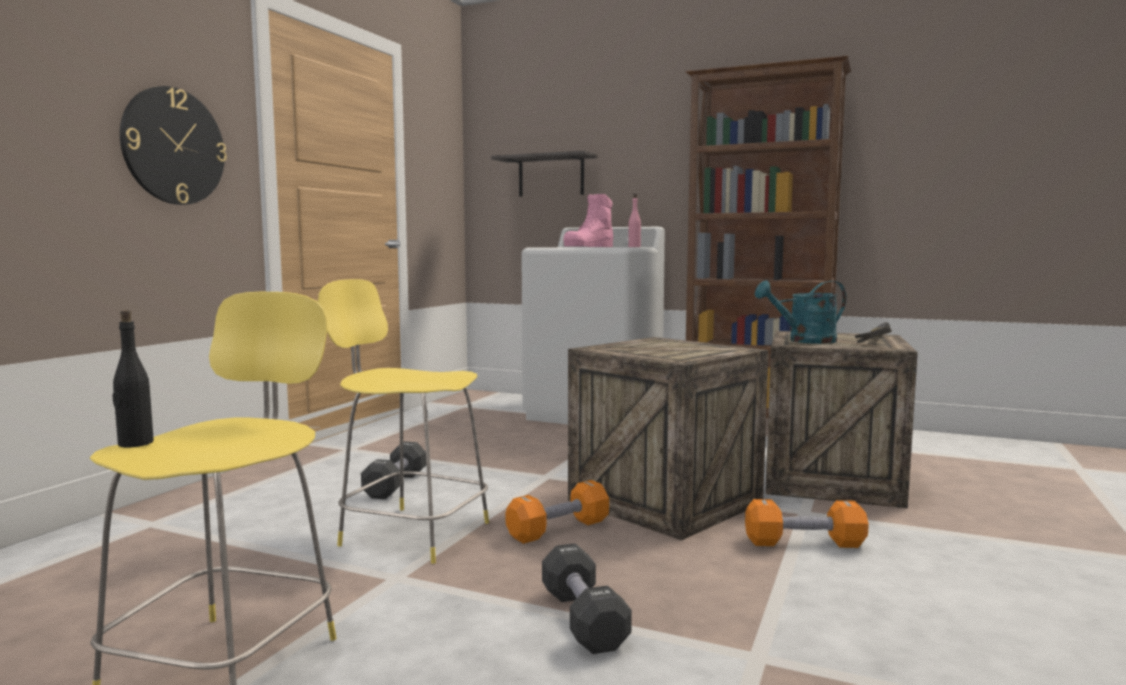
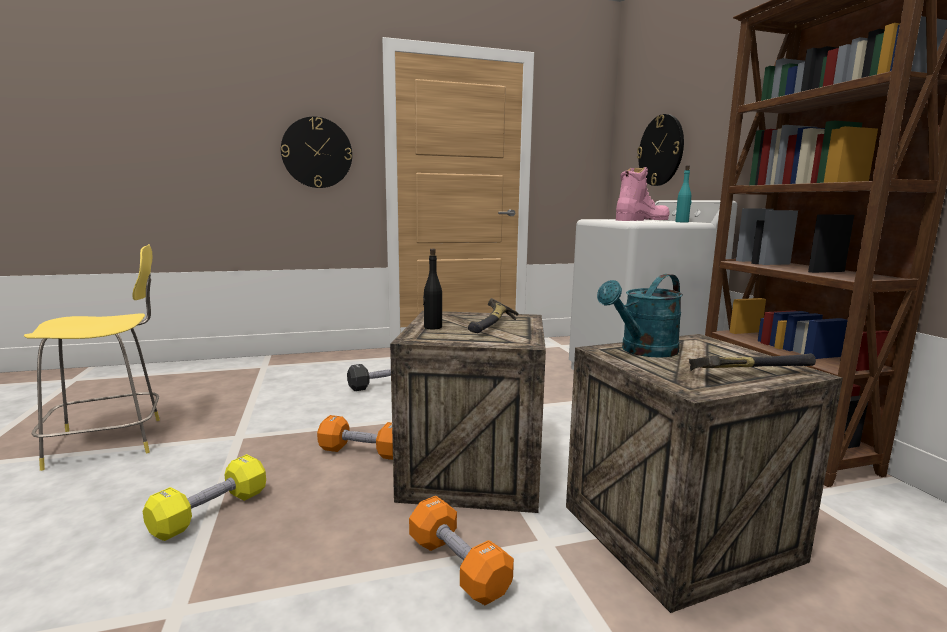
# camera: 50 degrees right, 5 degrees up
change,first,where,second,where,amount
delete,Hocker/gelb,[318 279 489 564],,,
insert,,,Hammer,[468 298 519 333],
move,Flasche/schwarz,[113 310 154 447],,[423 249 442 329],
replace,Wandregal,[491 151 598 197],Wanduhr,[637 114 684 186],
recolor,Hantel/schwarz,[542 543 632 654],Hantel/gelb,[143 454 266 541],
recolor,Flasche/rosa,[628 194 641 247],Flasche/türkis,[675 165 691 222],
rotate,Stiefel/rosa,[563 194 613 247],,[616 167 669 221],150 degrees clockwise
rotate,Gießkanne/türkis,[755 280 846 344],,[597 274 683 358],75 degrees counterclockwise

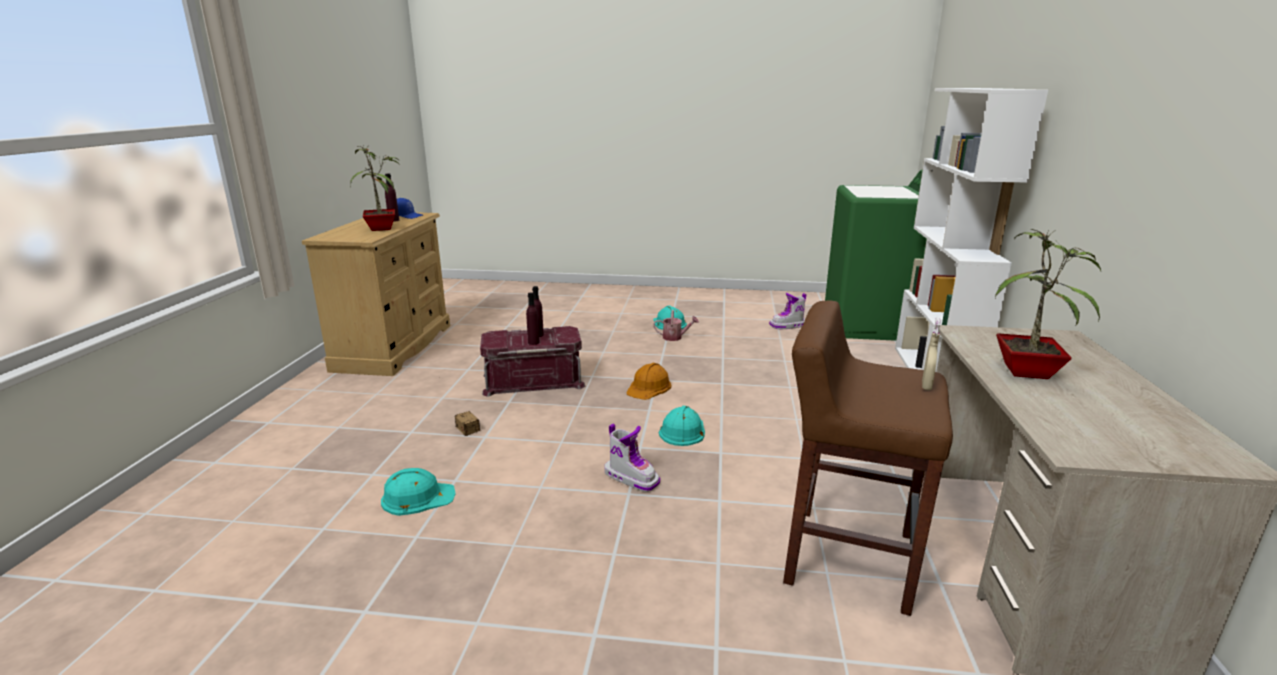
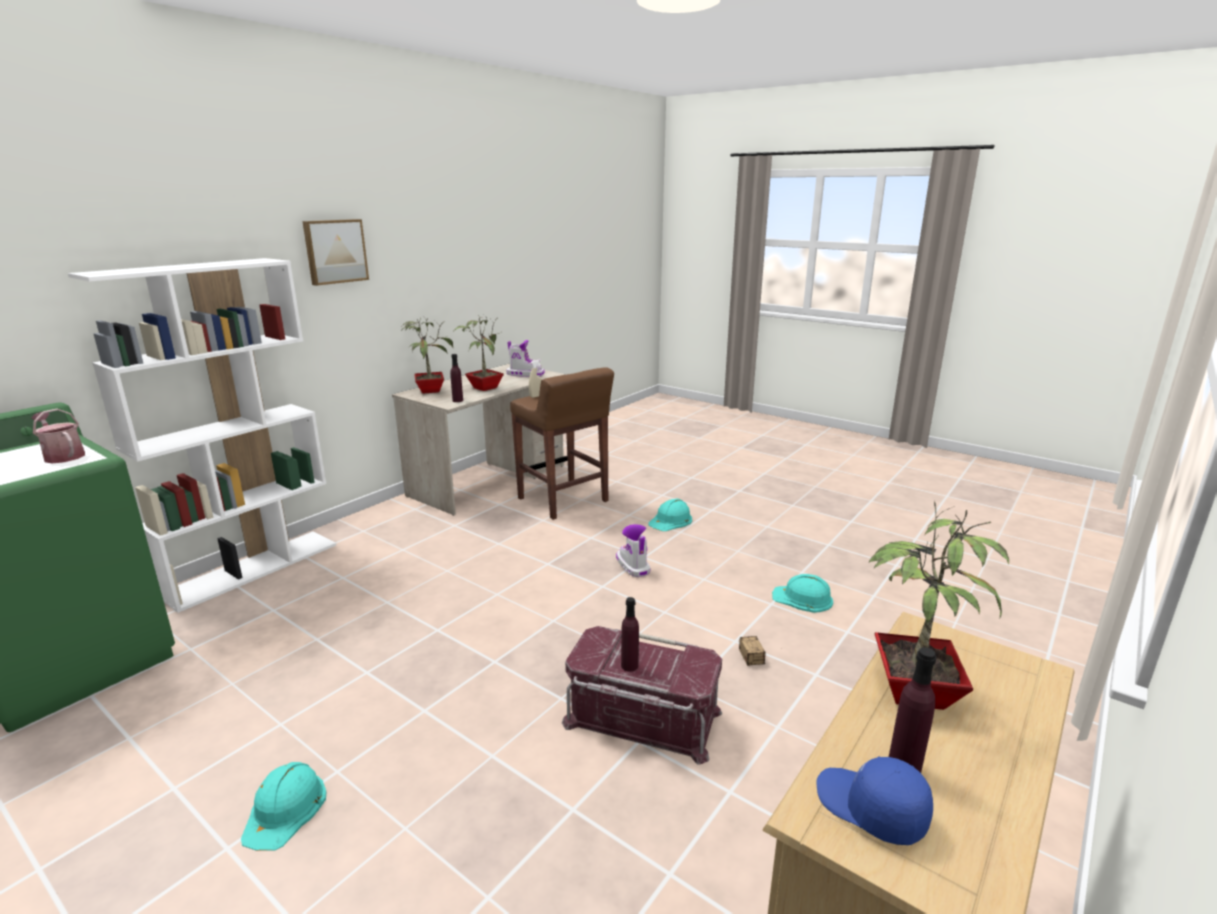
# camera: 150 degrees left, 0 degrees up
change,first,where,second,where,amount
delete,Schutzhelm/orange,[626 363 671 400],,,
insert,,,Bild,[302 219 369 286],
insert,,,Topfpflanze,[402 318 453 394],
move,Flasche/lila,[526 292 540 345],,[450 354 463 402],
move,Gießkanne,[653 310 699 341],,[31 408 85 463],
move,Schutzhelm/türkis,[659 406 705 446],,[648 498 692 531],
move,Stiefel,[769 293 806 329],,[506 340 545 377],

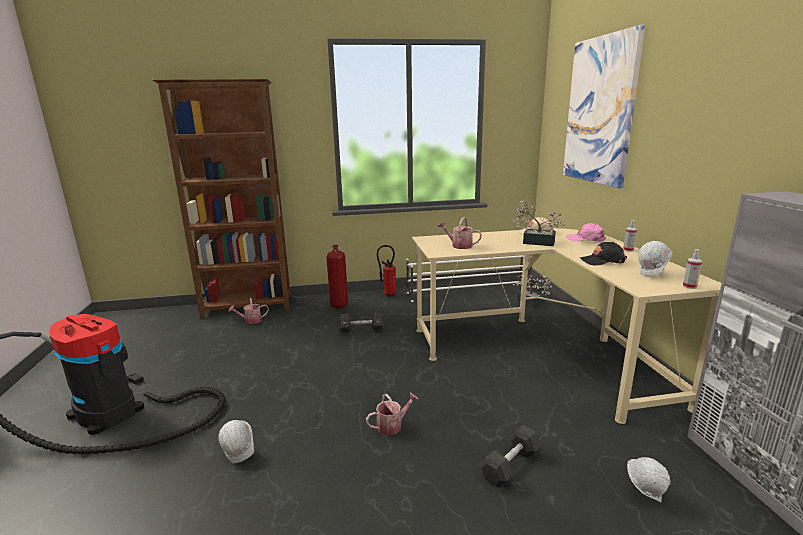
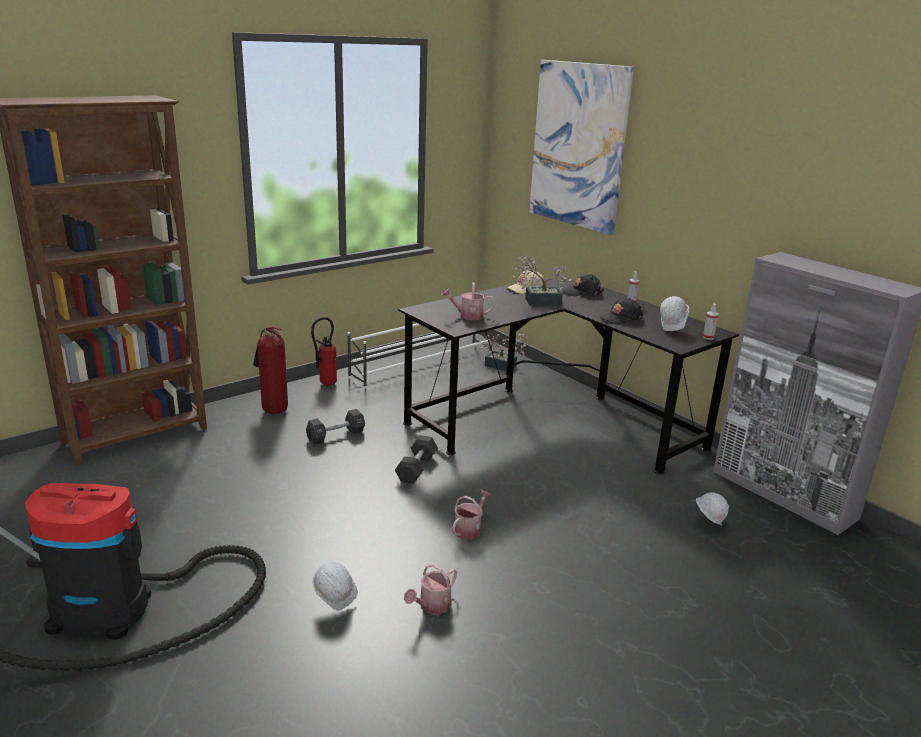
# camera: 30 degrees left, 5 degrees up
change,first,where,second,where,amount
move,Gießkanne,[229 298 269 324],,[404 564 457 615],
move,Hantel/schwarz,[479 425 542 488],,[395 435 438 484],
recolor,Schreibtisch/beige,[412 228 722 424],Schreibtisch/schwarz,[398 279 739 475],
recolor,Kappe/rosa,[566 223 606 242],Kappe/schwarz,[562 274 604 296],

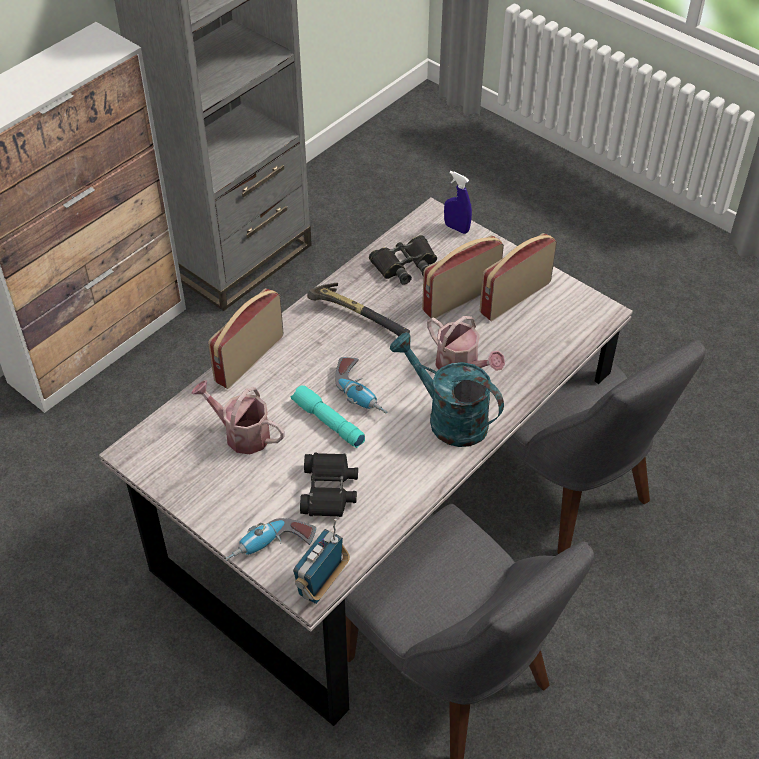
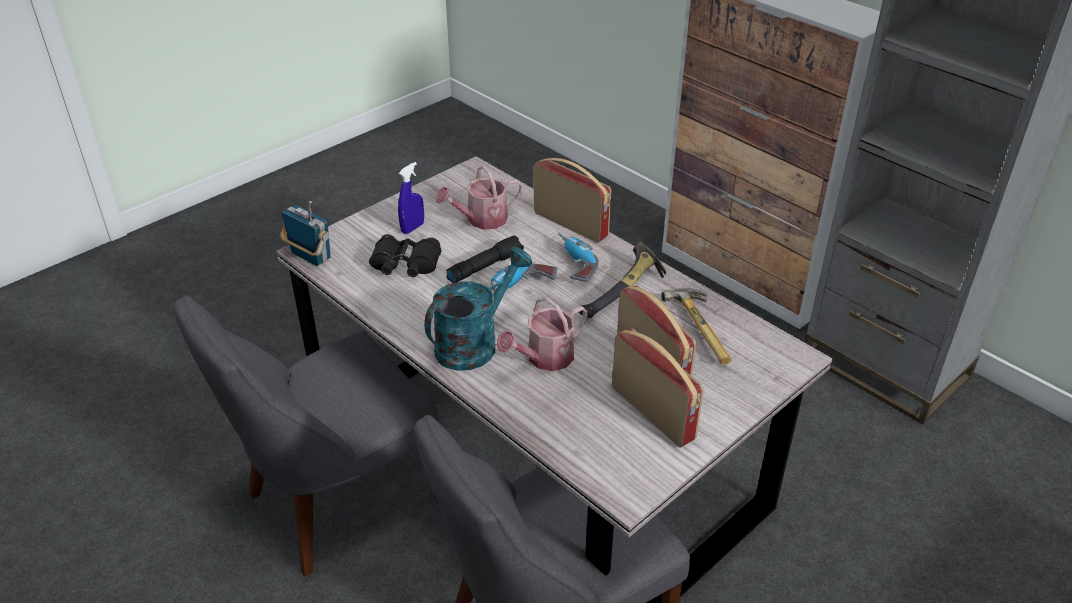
# camera: 95 degrees right, 10 degrees down
change,first,where,second,where,amount
move,Bohrmaschine,[225 518 316 560],,[558 233 599 282],
move,Sprühflasche/blau,[444 171 472 234],,[398 162 424 234],
replace,Fernglas/schwarz,[369 235 437 285],Hammer,[661 288 732 364],
recolor,Taschenlampe/türkis,[291 385 365 448],Taschenlampe/schwarz,[446 235 524 283],
rotate,Gießkanne,[191 380 285 454],,[435 165 523 230],150 degrees counterclockwise

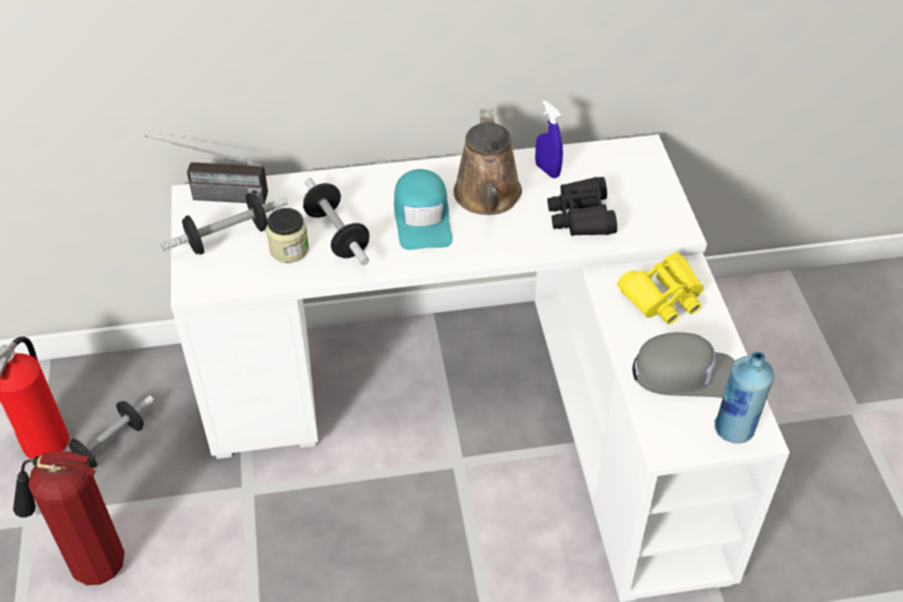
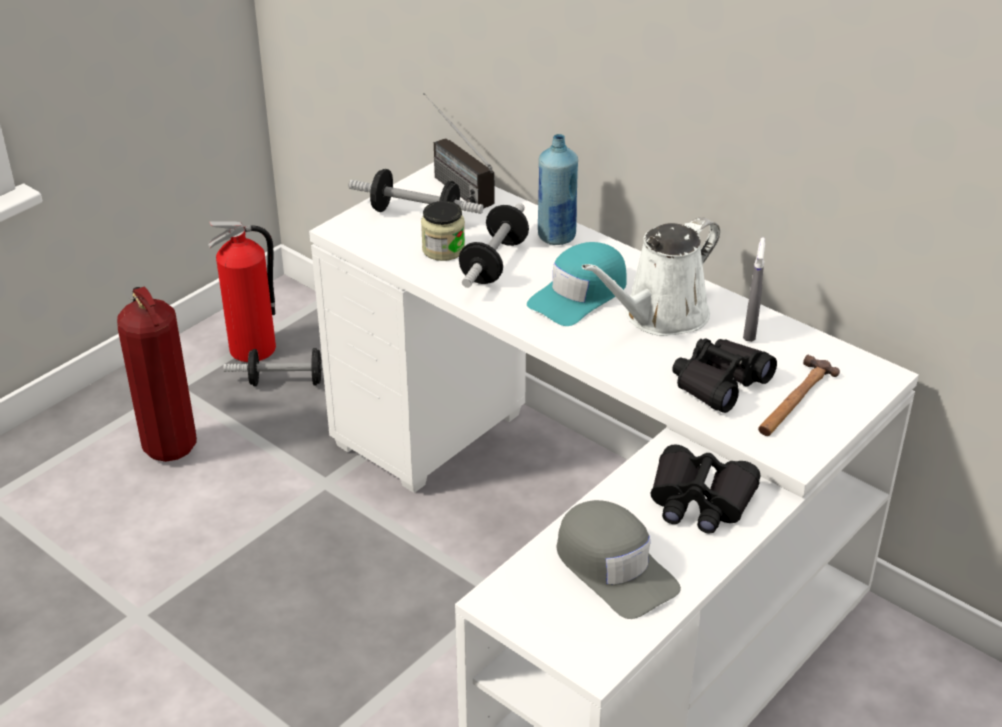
# camera: 50 degrees right, 10 degrees down
change,first,where,second,where,amount
insert,,,Hammer,[758 355 840 436],
move,Flasche/blau,[714 351 774 444],,[538 134 578 245],
recolor,Gießkanne/braun,[454 109 522 215],Gießkanne/weiß,[582 217 720 336],
recolor,Sprühflasche/blau,[535 100 563 178],Sprühflasche/grau,[743 237 765 342],
recolor,Fernglas/gelb,[617 252 704 324],Fernglas/schwarz,[650 444 760 533],

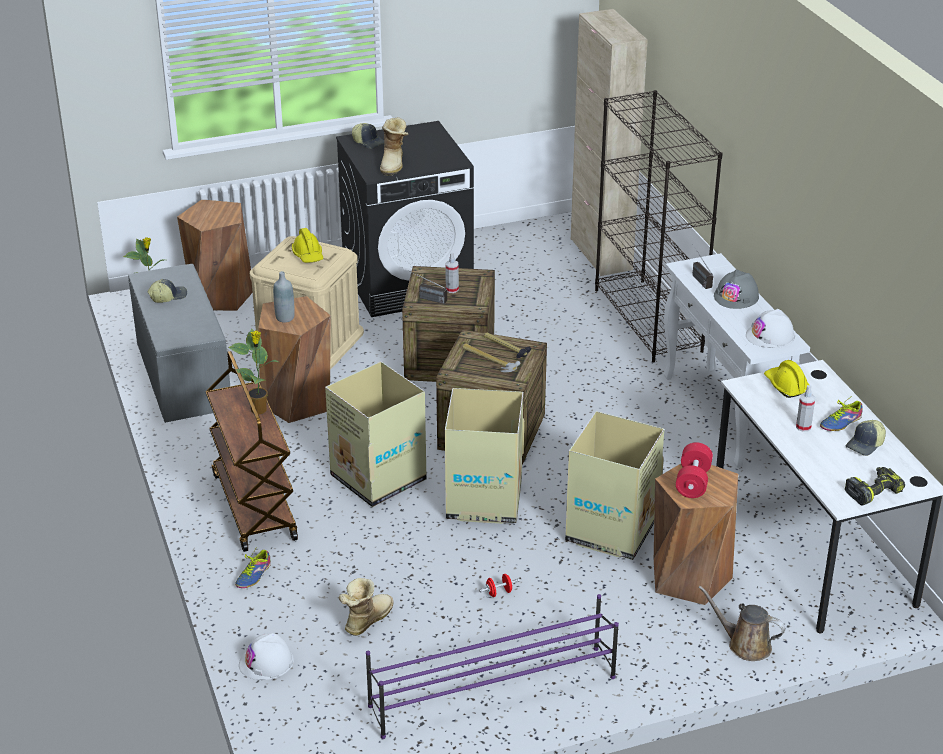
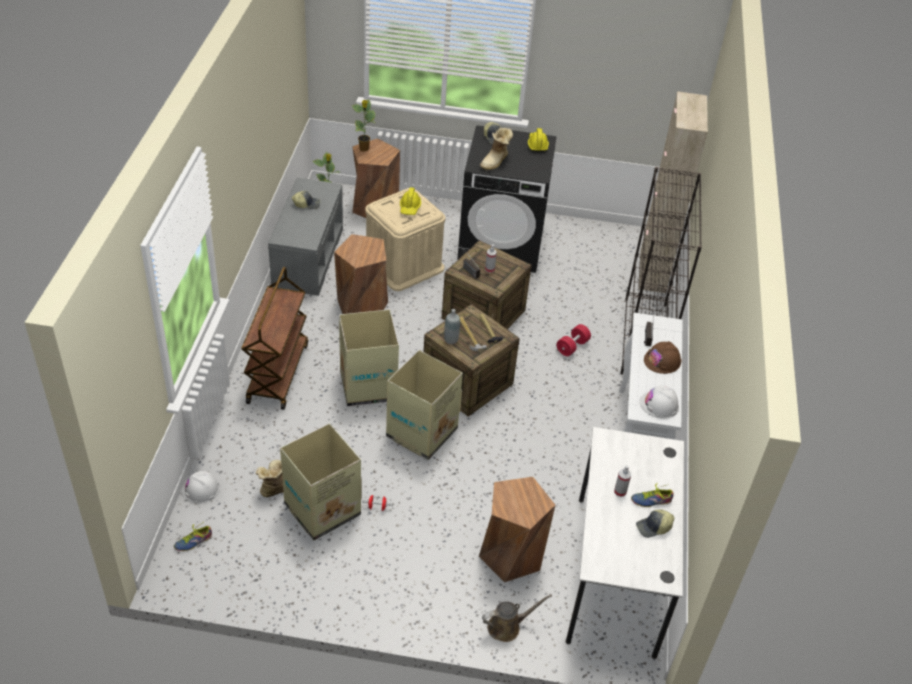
# camera: 25 degrees right, 10 degrees up
change,first,where,second,where,amount
delete,Schuhregal/lila,[366 594 619 739],,,
delete,Bohrmaschine,[845 467 905 506],,,
move,Topfpflanze,[228 328 278 414],,[352 99 375 151],
move,Schuh,[235 549 271 588],,[174 524 212 551],
move,Flasche/grau,[273 271 295 323],,[444 309 460 344],
move,Karton,[565 411 664 560],,[280 423 362 540],
move,Hantel/rot,[676 442 713 498],,[557 324 591 356],
move,Schutzhelm/gelb,[764 360 809 398],,[528 128 549 152],
recolor,Schutzhelm/grau,[714 269 759 309],Schutzhelm/braun,[644 341 682 374],
rotate,Gießkanne/braun,[698 586 785 661],,[482 594 552 642],105 degrees clockwise

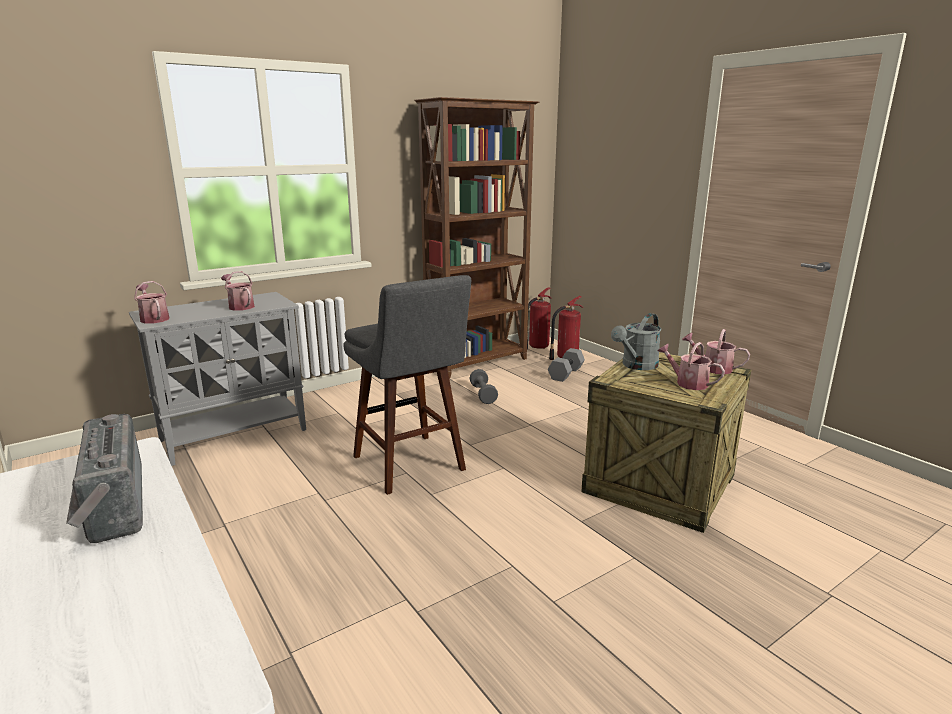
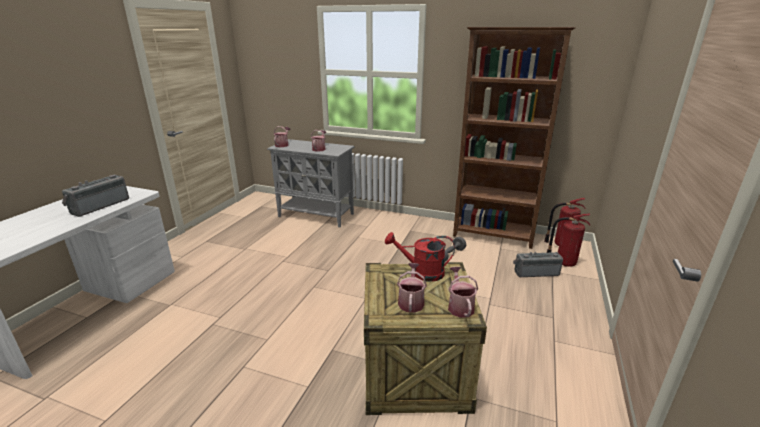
# camera: 55 degrees right, 5 degrees up
change,first,where,second,where,amount
delete,Hocker/grau,[344 275 471 495],,,
replace,Hantel/grau,[548 348 585 382],Radio,[513 252 563 277],
recolor,Gießkanne/grau,[611 313 661 370],Gießkanne/rot,[385 232 455 282],

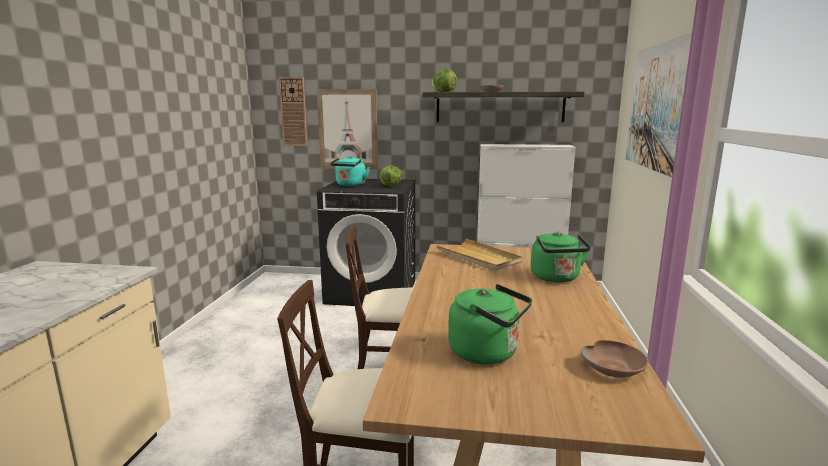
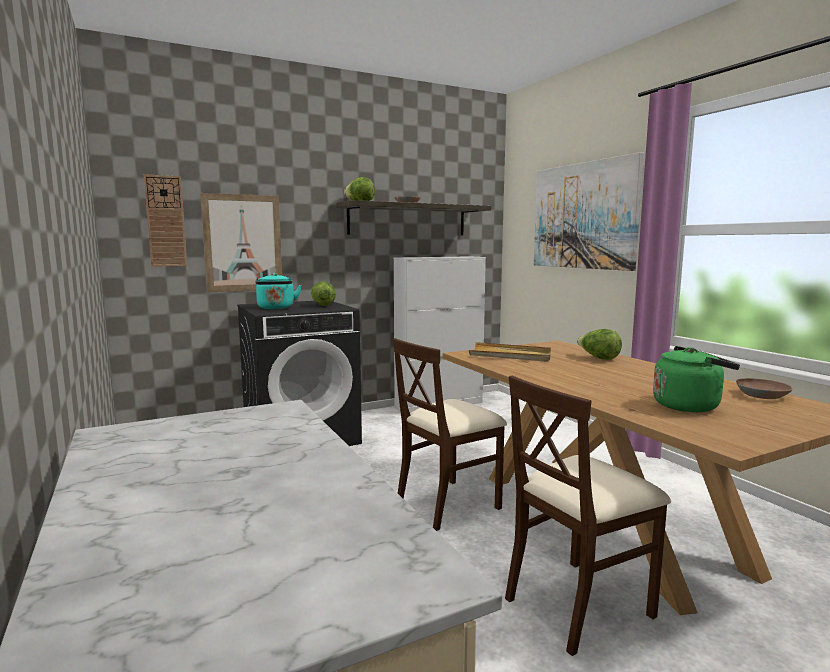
# camera: 35 degrees left, 5 degrees down
change,first,where,second,where,amount
replace,Wasserkessel/grün,[531 231 591 282],Salatkopf,[577 329 622 360],

